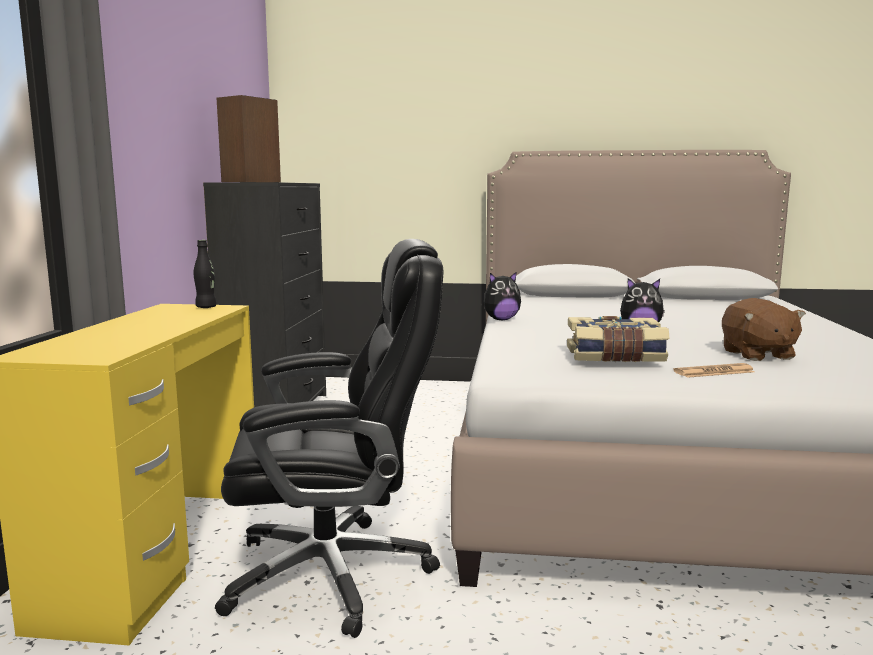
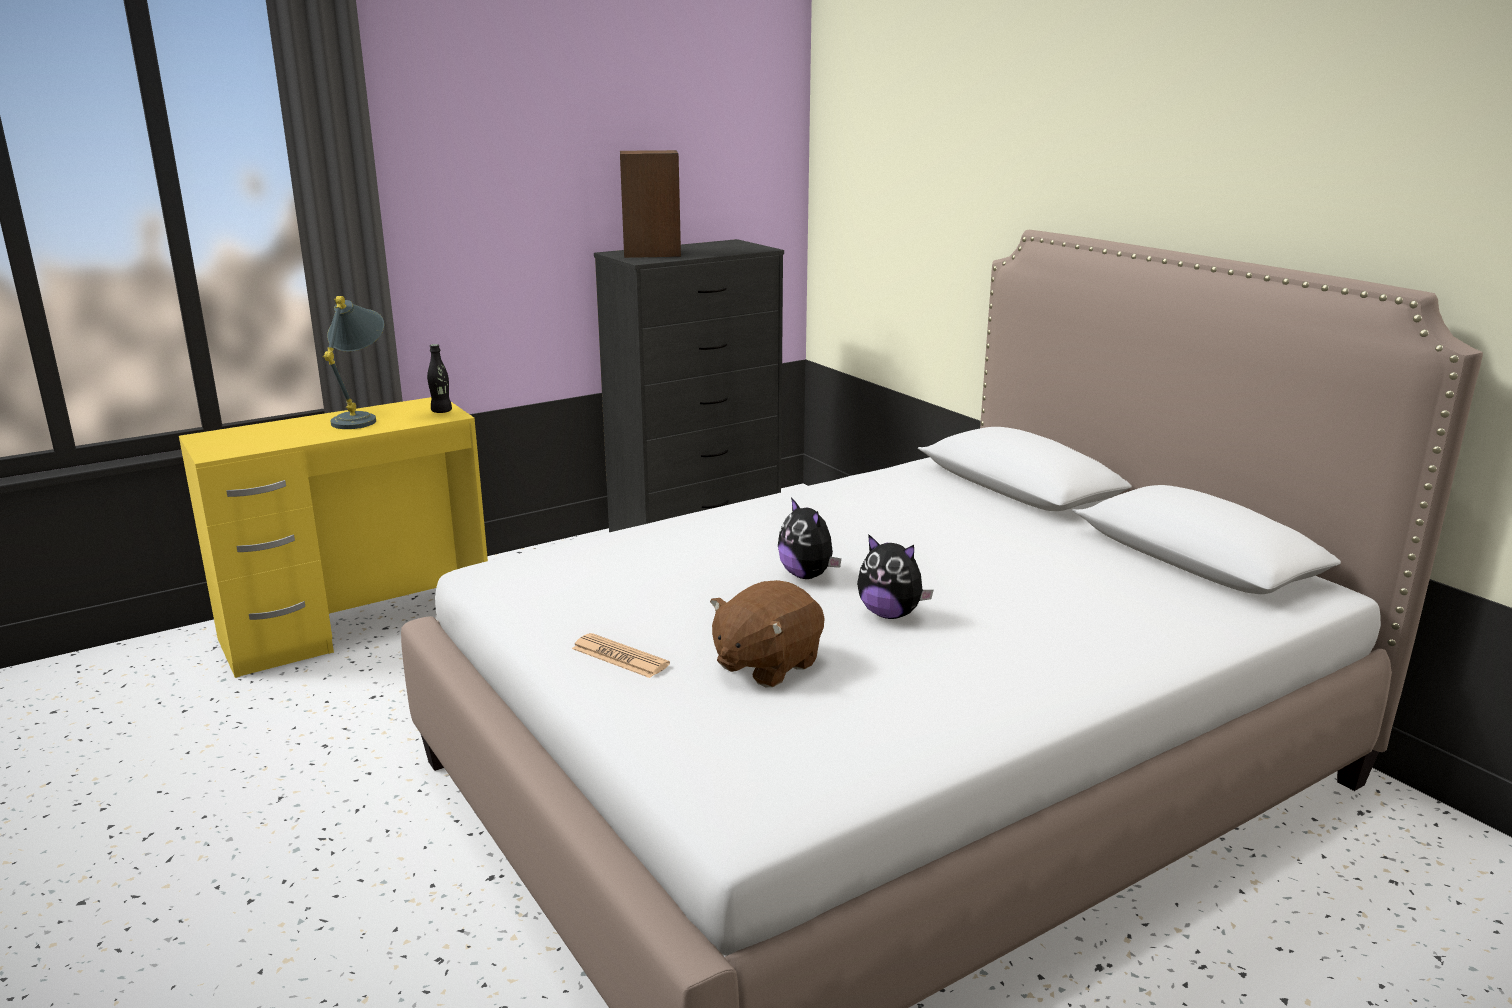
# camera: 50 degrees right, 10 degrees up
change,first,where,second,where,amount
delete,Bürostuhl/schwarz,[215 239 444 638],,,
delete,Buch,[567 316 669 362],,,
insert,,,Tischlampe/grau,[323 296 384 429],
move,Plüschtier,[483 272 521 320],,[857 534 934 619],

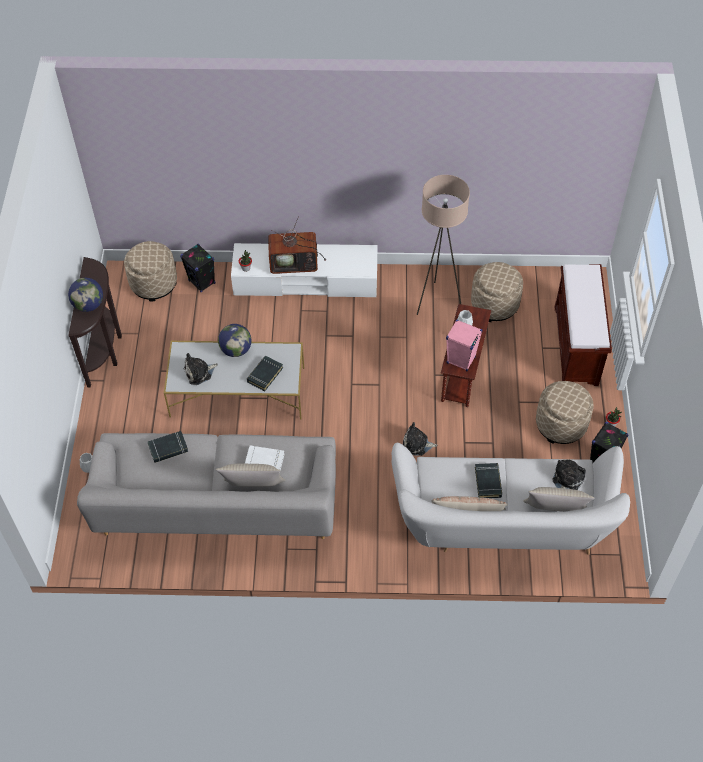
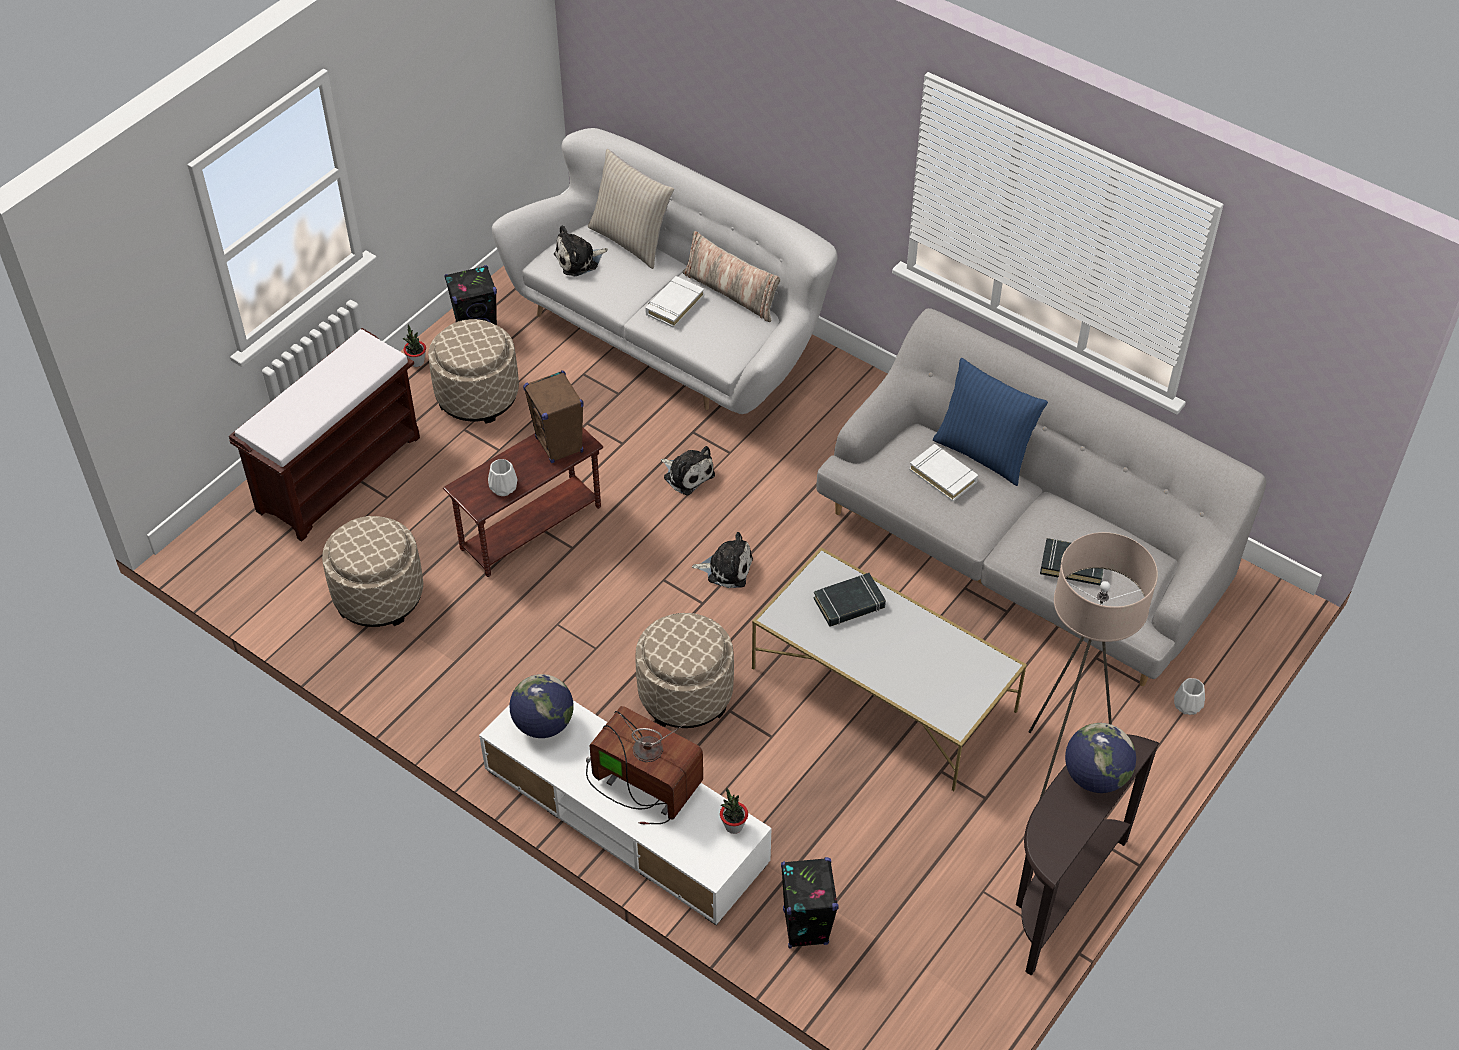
# camera: 145 degrees left, 5 degrees down
change,first,where,second,where,amount
move,Polsterhocker/beige,[124 241 177 301],,[636 613 734 728],
move,Plüschtier,[184 353 218 385],,[692 532 753 588],
move,Globus,[218 324 251 357],,[509 674 574 738],
move,Stehlampe/beige,[417 175 470 315],,[1029 532 1158 800],
recolor,Kissen/beige,[216 464 285 487],Kissen/blau,[933 358 1048 486],
recolor,Lautsprecher/rosa,[446 320 483 371],Lautsprecher/braun,[523 371 584 463],
recolor,Buch/schwarz,[475 463 502 498],Buch/weiß,[645 276 704 328],

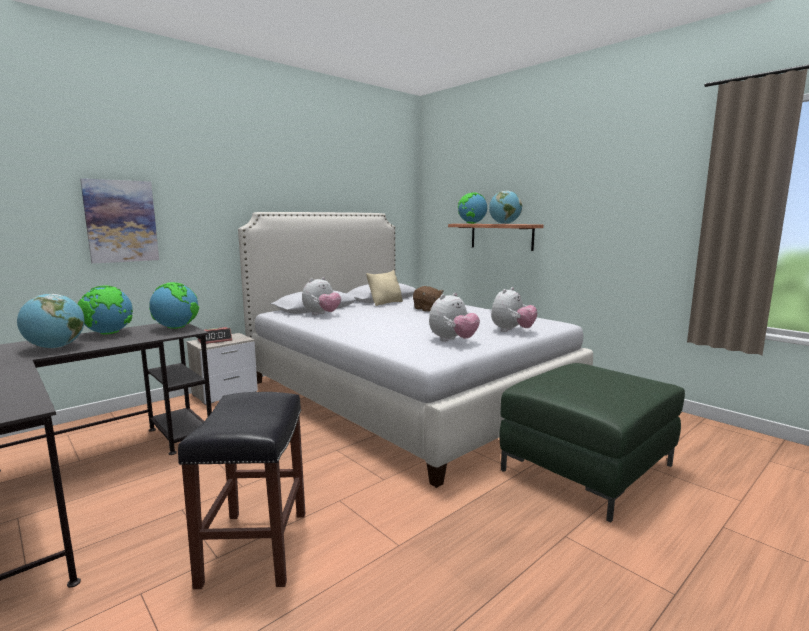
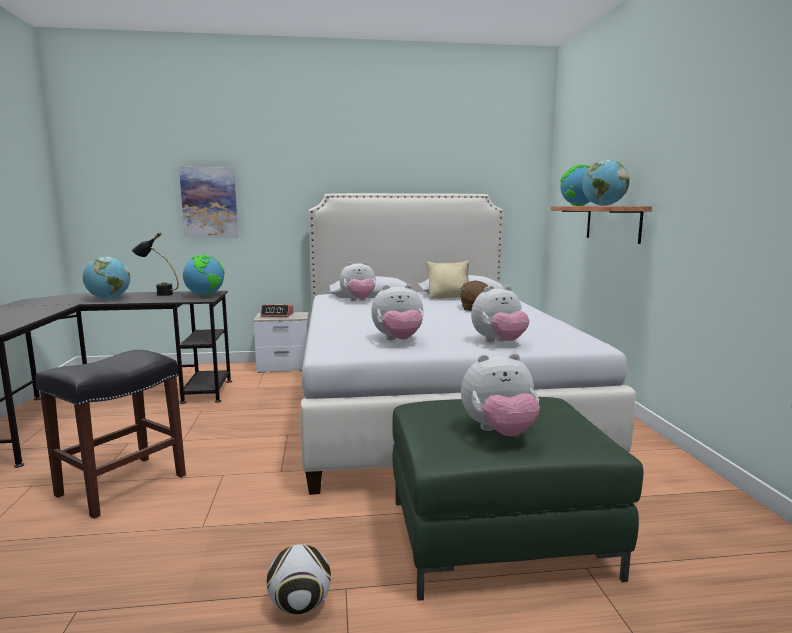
# camera: 35 degrees right, 0 degrees up
change,first,where,second,where,amount
insert,,,Fußball,[267 544 331 615],
insert,,,Plüschtier,[461 353 540 436],
replace,Globus,[77 286 133 334],Tischlampe/schwarz,[132 232 179 296],

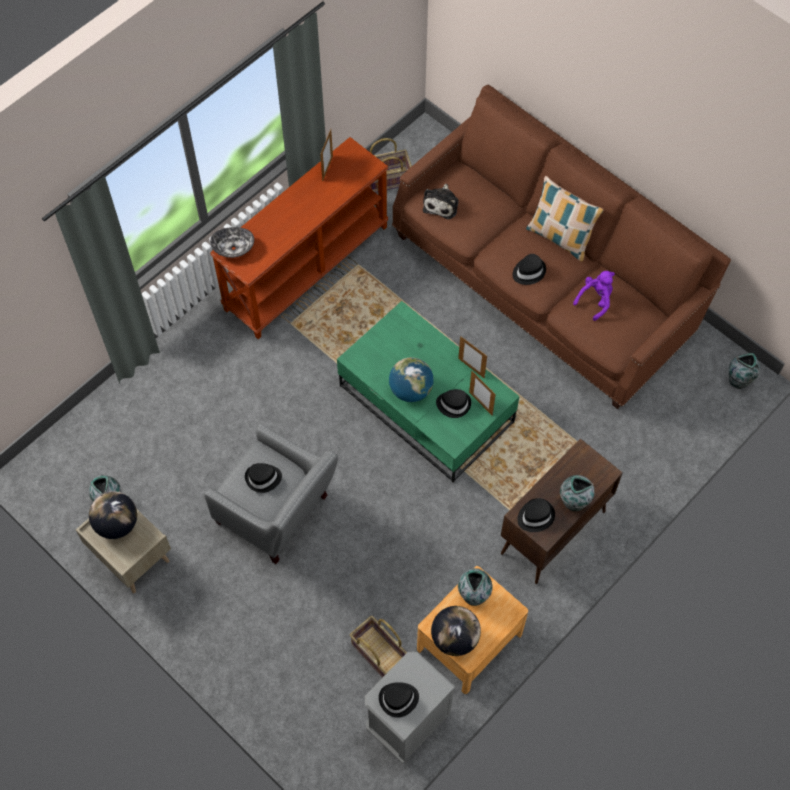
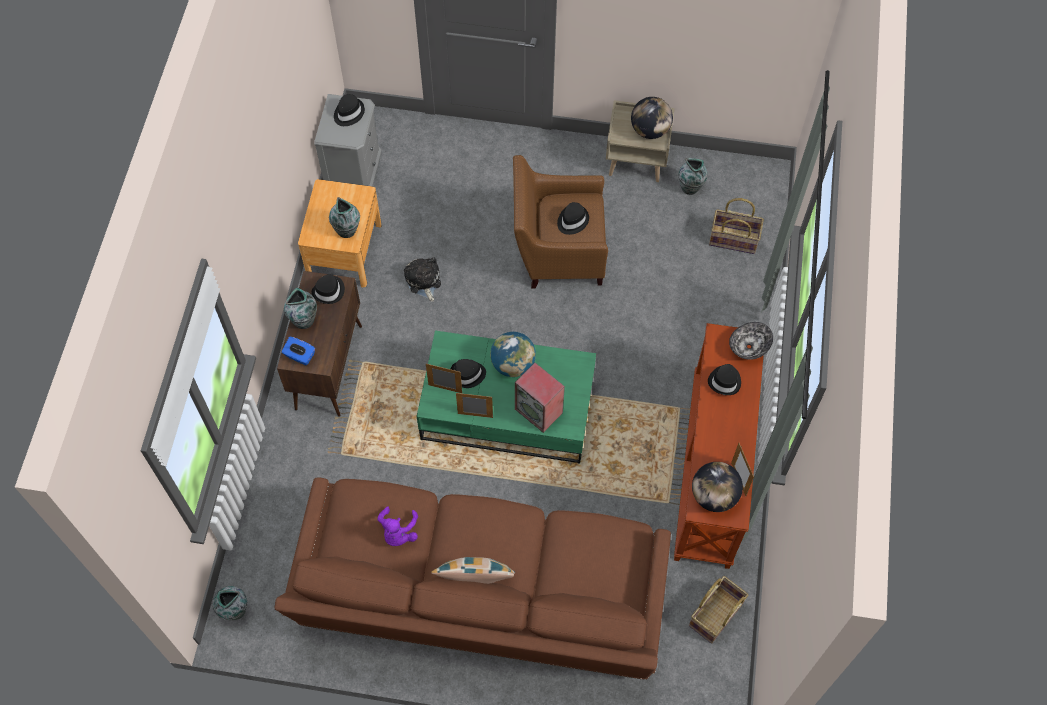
# camera: 145 degrees right, 0 degrees up
change,first,where,second,where,amount
insert,,,Taschentuchbox/blau,[282 336 315 366],
insert,,,Lautsprecher,[515 363 565 433],
move,Korb,[350 616 407 678],,[709 198 764 254],
move,Plüschtier,[423 184 459 219],,[404 258 441 302],
move,Globus,[431 606 481 656],,[692 462 743 512],
move,Hut/schwarz,[513 254 546 285],,[708 364 741 395],
recolor,Sessel/grau,[204 424 338 564],Sessel/braun,[513 155 608 288],

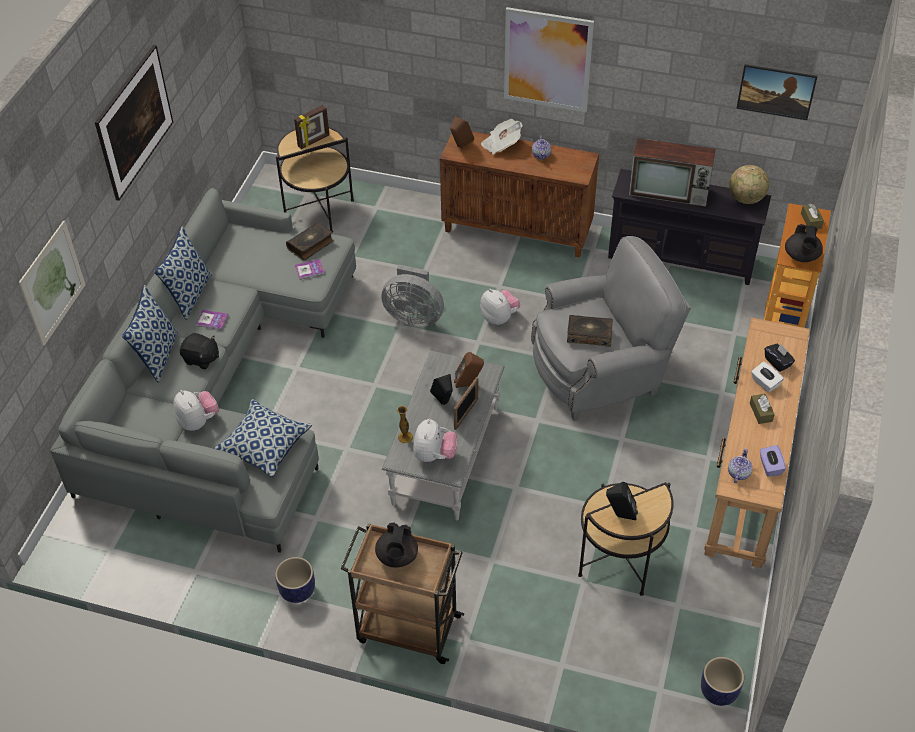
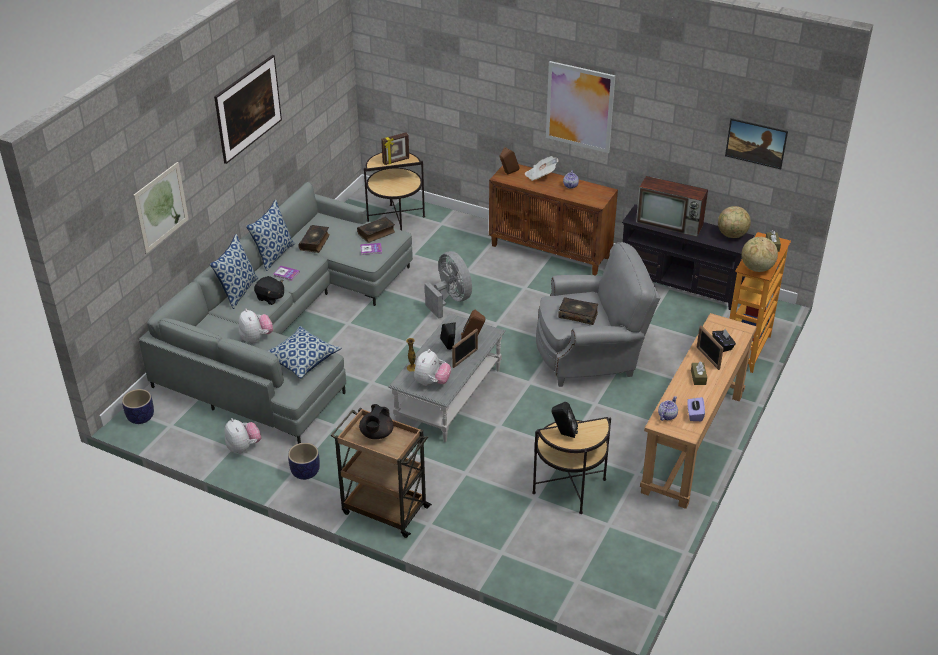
# camera: 10 degrees right, 10 degrees down
change,first,where,second,where,amount
insert,,,Buch,[298 225 330 253],
move,Plüschtier,[480 289 520 325],,[225 418 261 454],
move,Pflanzkübel,[701 657 744 706],,[122 389 154 424],
replace,Taschentuchbox/weiß,[751 362 784 392],Bilderrahmen,[697 326 723 370],
replace,Teekanne/schwarz,[785 224 823 262],Globus,[742 237 778 272],
rotate,Ventilator/grau,[381 264 444 327],,[425 251 472 319],150 degrees counterclockwise

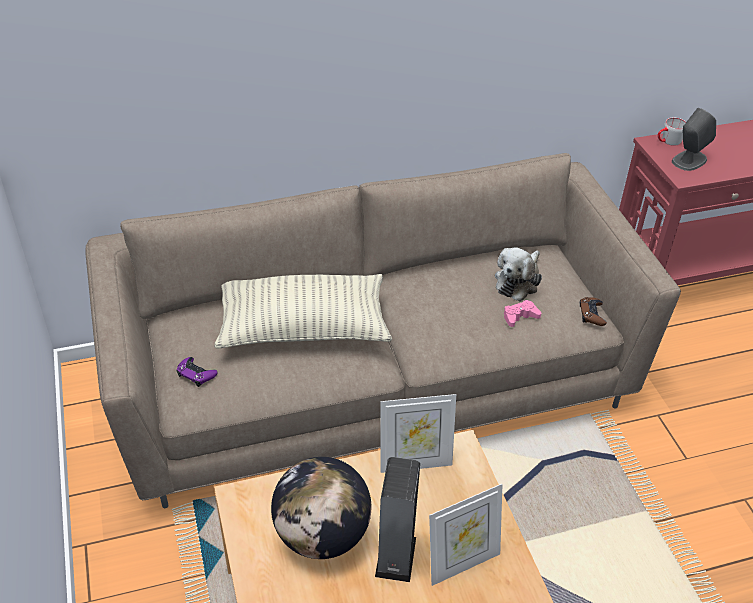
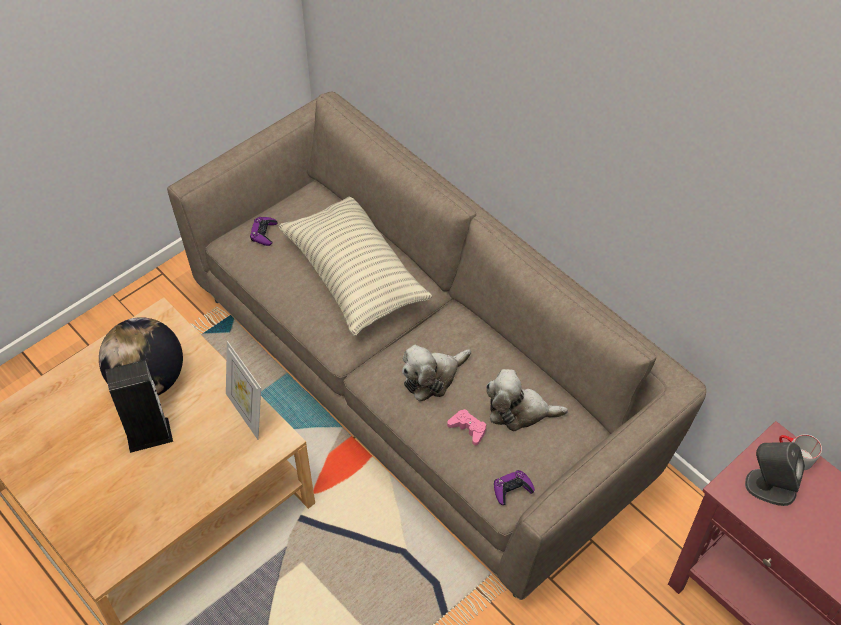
# camera: 65 degrees right, 10 degrees up
change,first,where,second,where,amount
delete,Bilderrahmen,[429 484 502 586],,,
insert,,,Plüschtier,[402 345 471 401],
recolor,Gamepad/braun,[580 297 607 326],Gamepad/lila,[494 470 535 505],

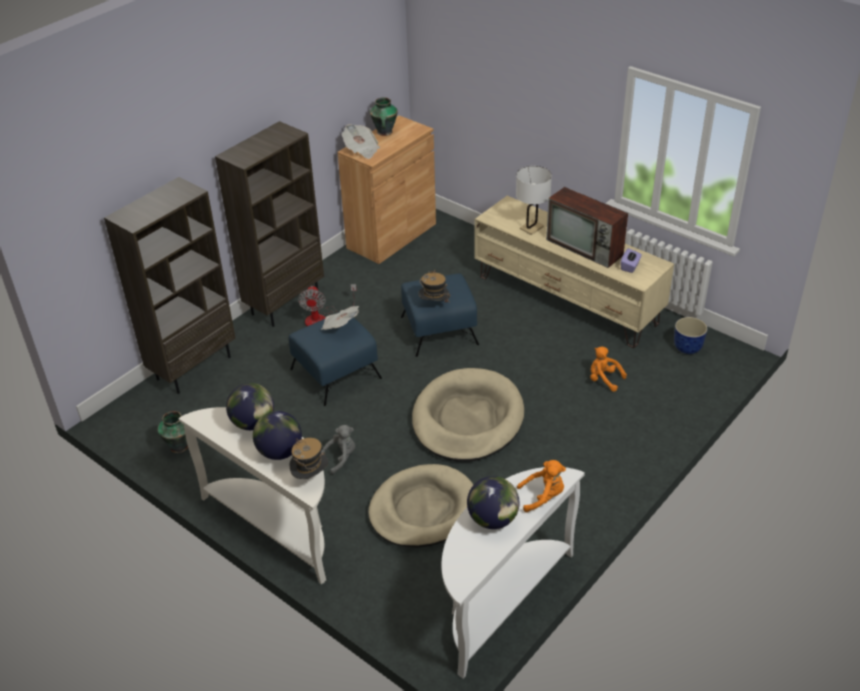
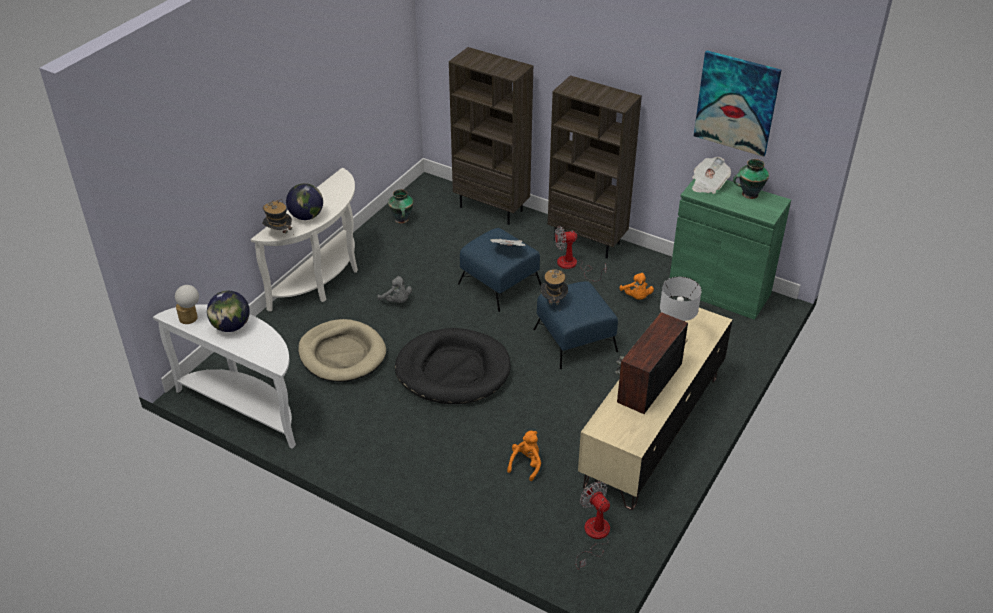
# camera: 80 degrees right, 0 degrees up
change,first,where,second,where,amount
delete,Globus,[226 383 274 430],,,
delete,Taschentuchbox/lila,[620 248 642 273],,,
insert,,,Tischlampe,[175 285 199 324],
insert,,,Bild,[694 51 781 157],
move,Plüschtier/orange,[517 460 566 512],,[619 273 654 300],
replace,Pflanzkübel,[674 317 708 354],Ventilator,[576 482 610 570],
recolor,Schrank/braun,[337 115 436 264],Schrank/grün,[670 179 791 320],
recolor,Hundebett/beige,[412 368 524 462],Hundebett/schwarz,[395 328 510 404],

